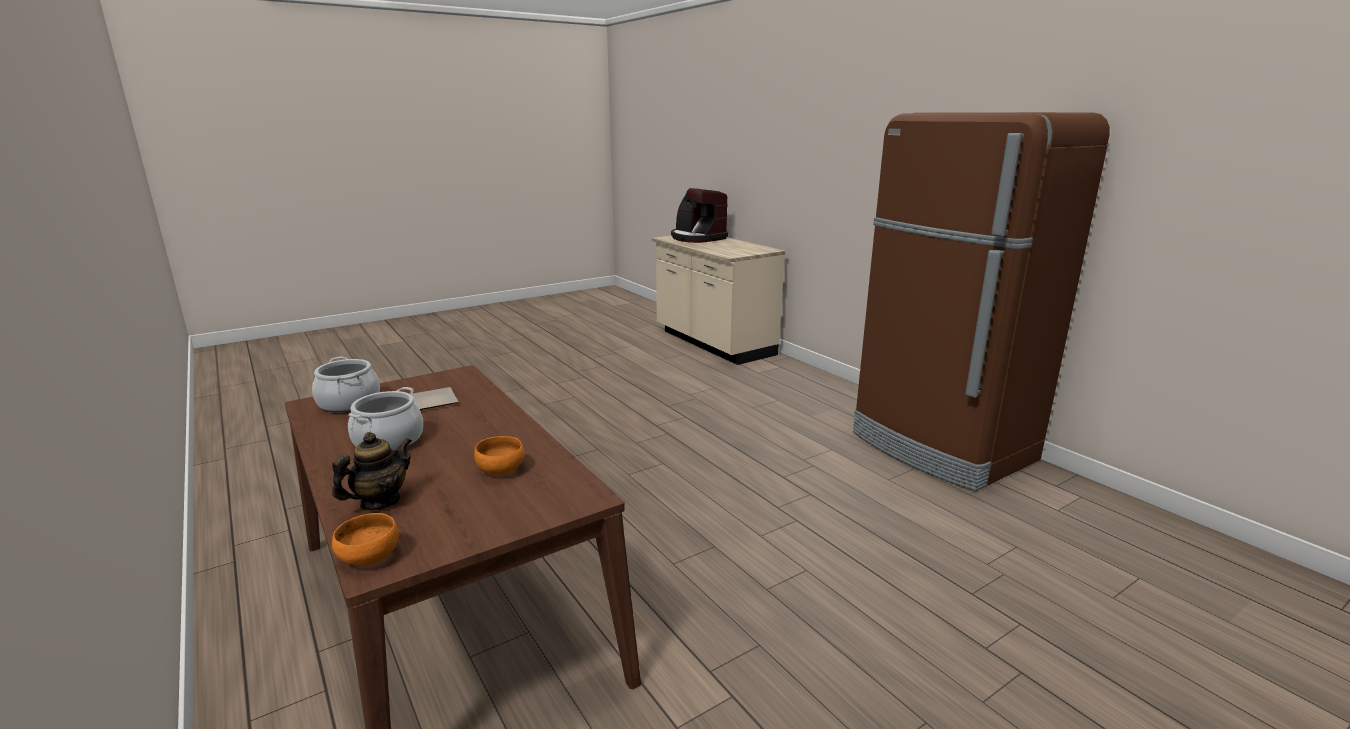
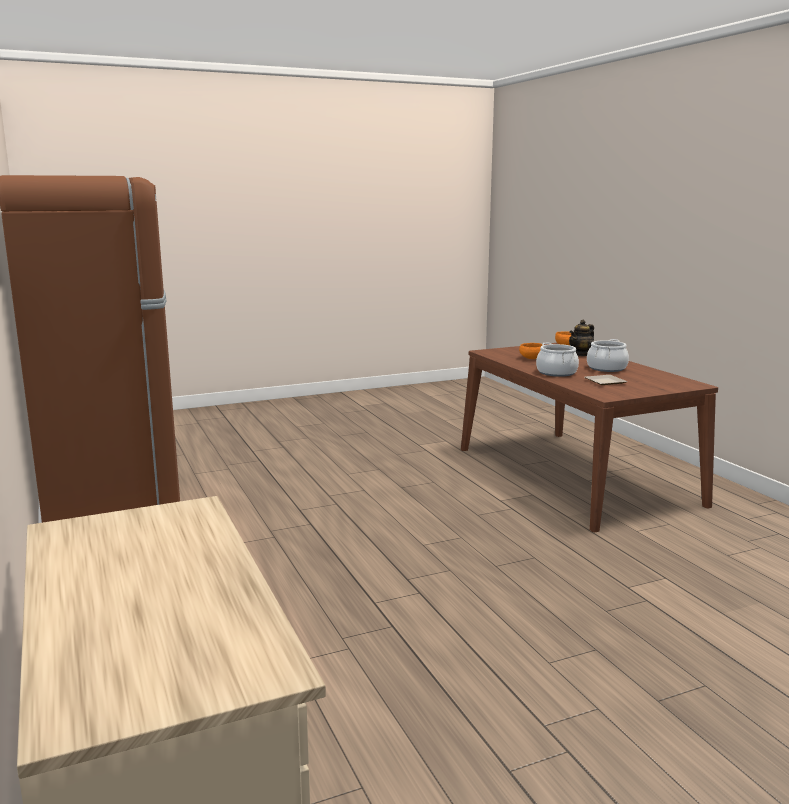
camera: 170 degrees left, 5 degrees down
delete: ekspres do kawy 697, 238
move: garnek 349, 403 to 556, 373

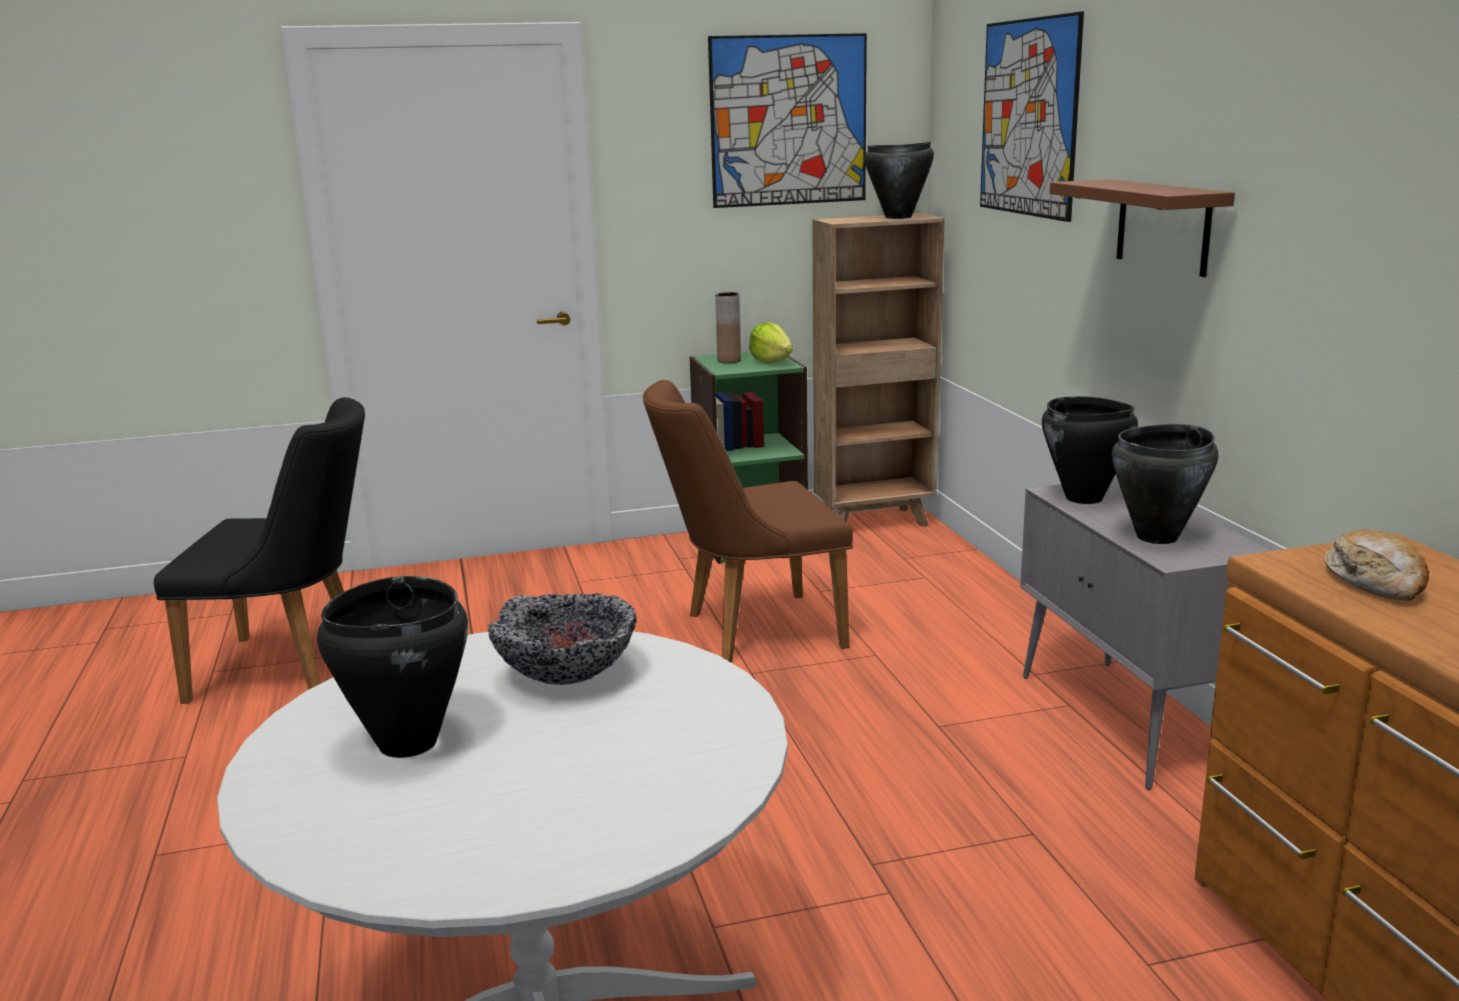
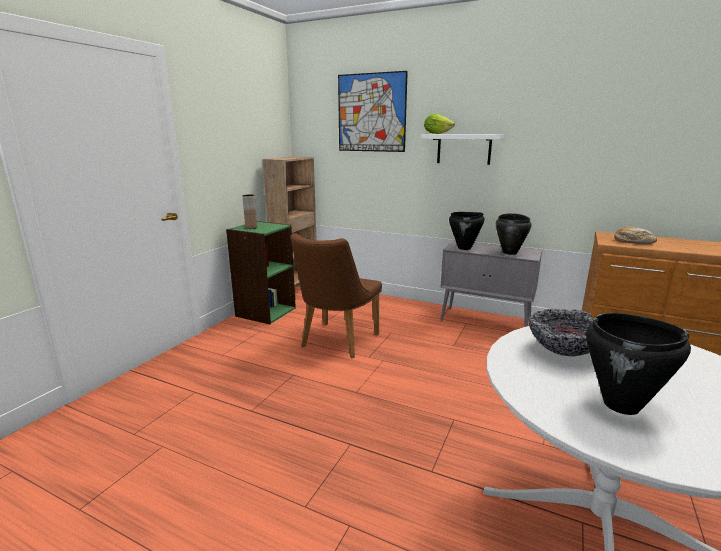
camera: 50 degrees left, 0 degrees up
delete: obraz 789, 121; garnek (czarny) 898, 217; krzesło (czarny) 294, 668
move: sałata 771, 361 to 436, 134
recolor: półka (brązowy) 1163, 226 to półka (biały) 464, 149

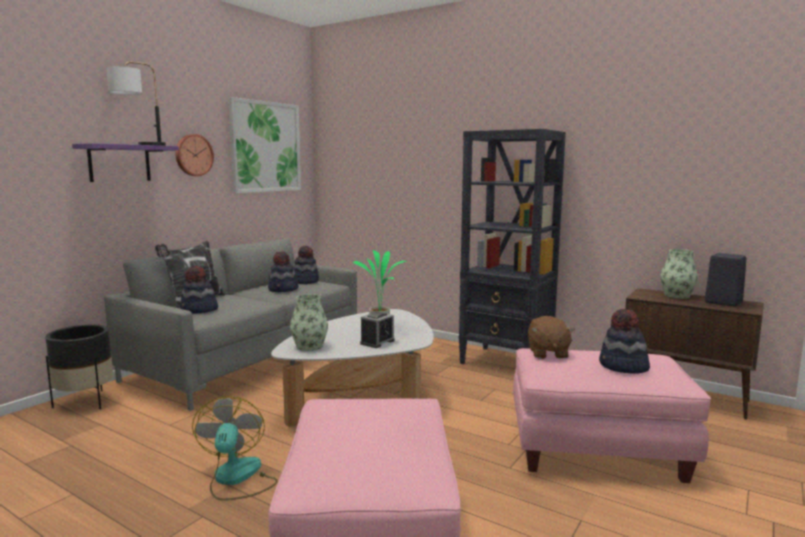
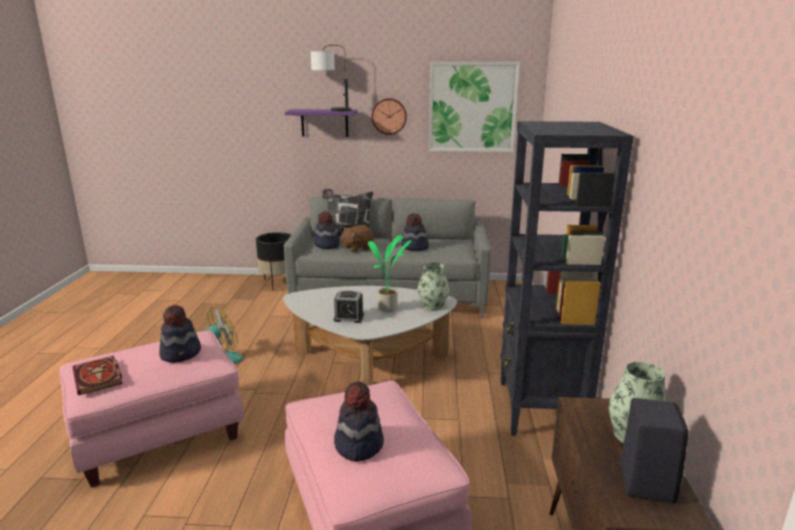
camera: 60 degrees right, 10 degrees up
insert: książka 99, 377
move: kapelusz 305, 281 to 181, 353; wazon 309, 346 to 432, 306; pluszak (brązowy) 547, 353 to 357, 248

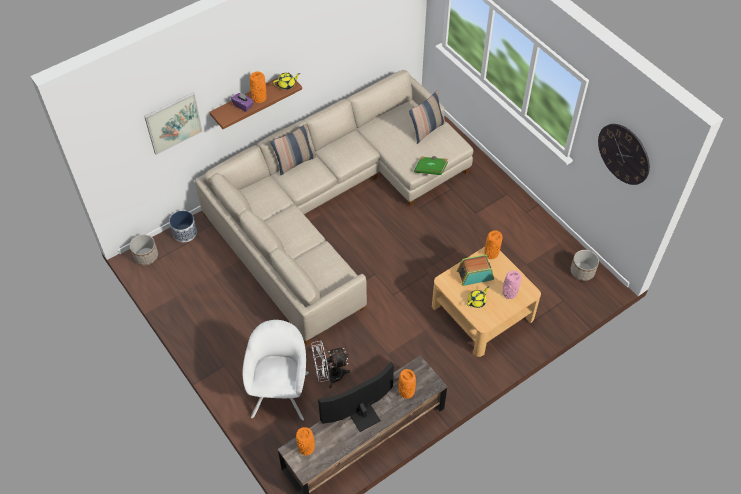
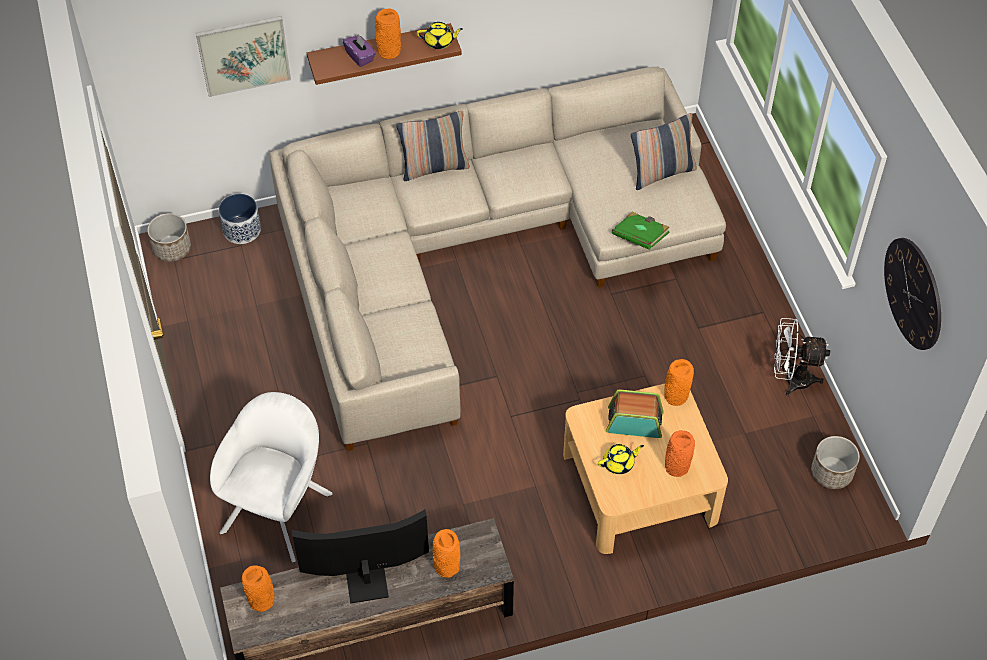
camera: 20 degrees right, 0 degrees up
move: wentylator (biały) 329, 375 to 791, 379
recolor: wazon (różowy) 509, 293 to wazon (pomarańczowy) 676, 466

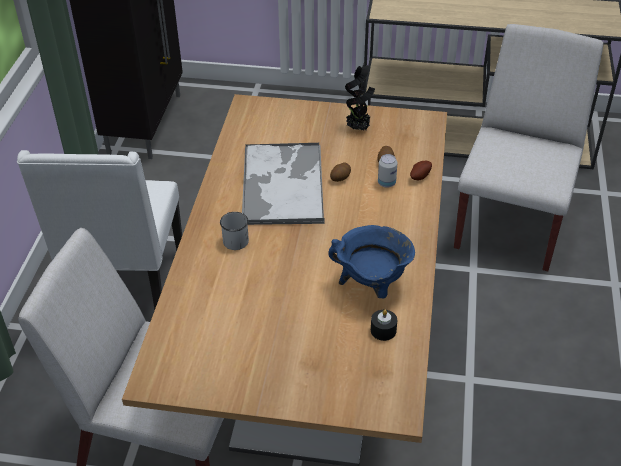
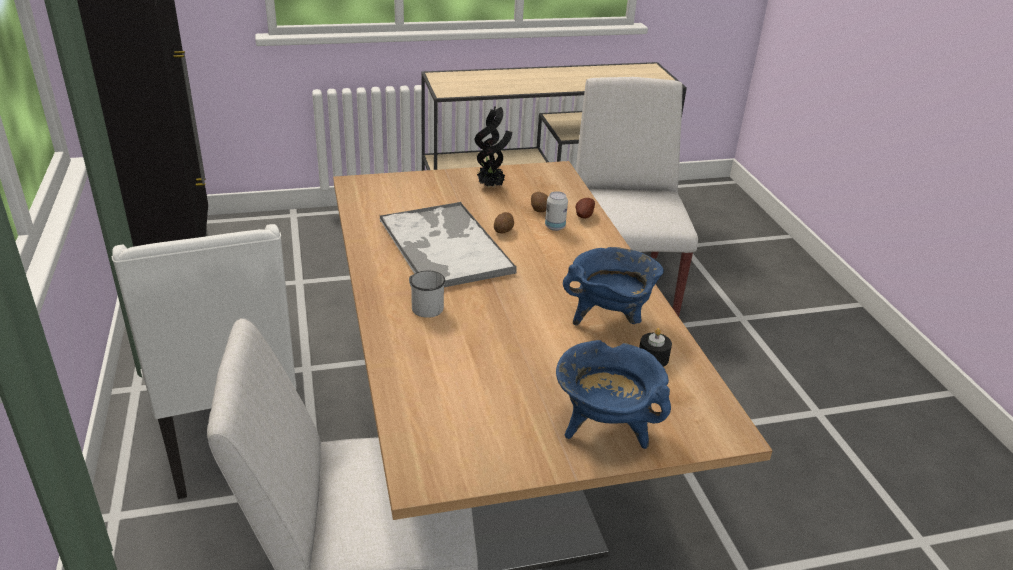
camera: 25 degrees left, 10 degrees down
insert: garnek (niebieski) 605, 428

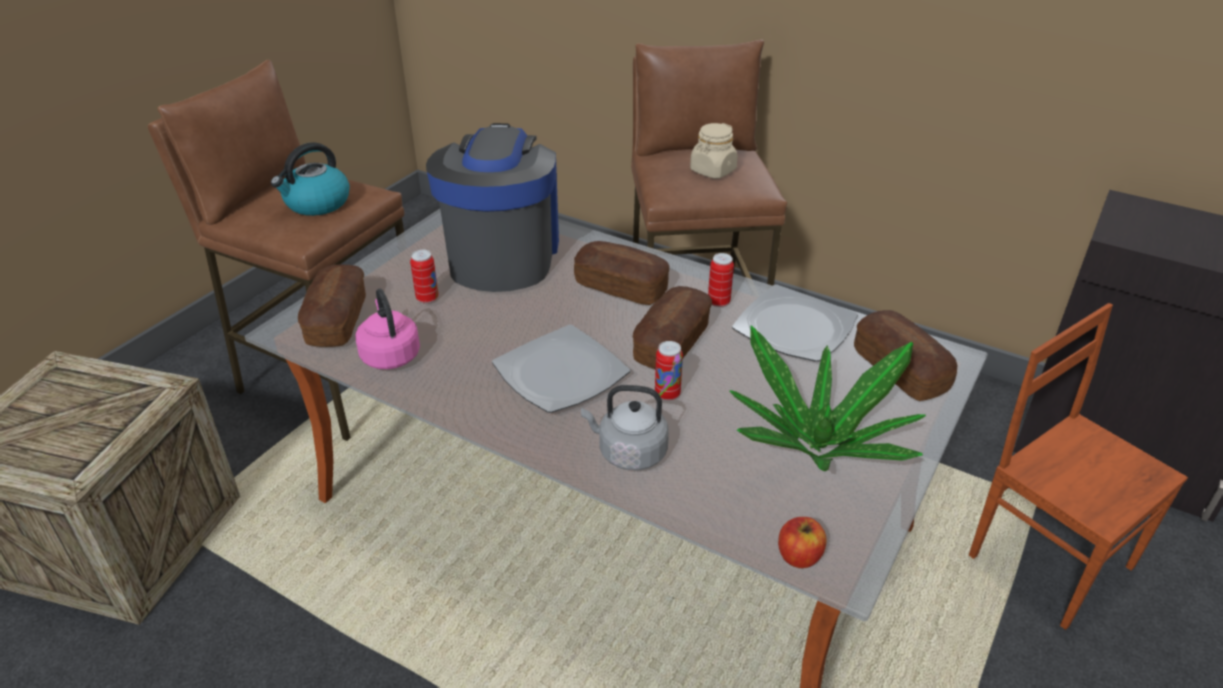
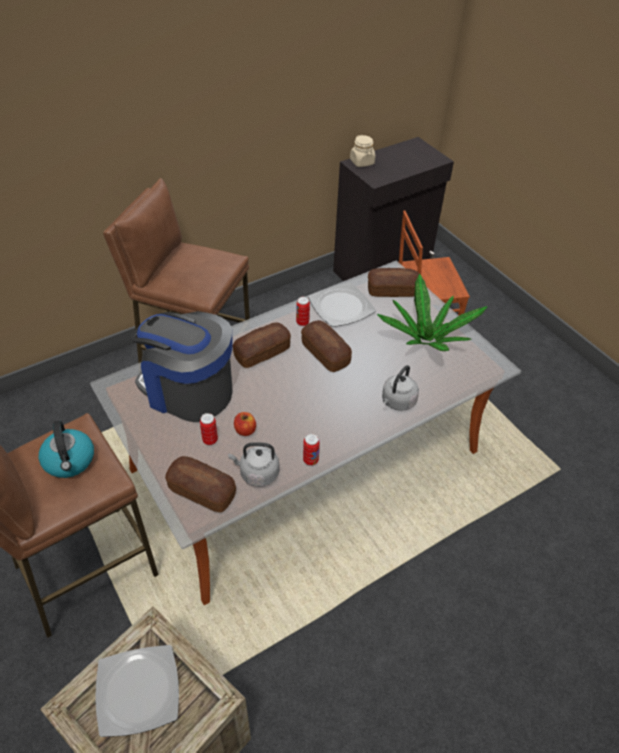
camera: 65 degrees left, 10 degrees up
move: słoik (beżowy) 712, 171 to 362, 162; talerz 561, 372 to 137, 690; puszka 667, 394 to 310, 460; jabłko 799, 556 to 245, 430
recolor: czajnik (różowy) 390, 355 to czajnik (szary) 257, 473

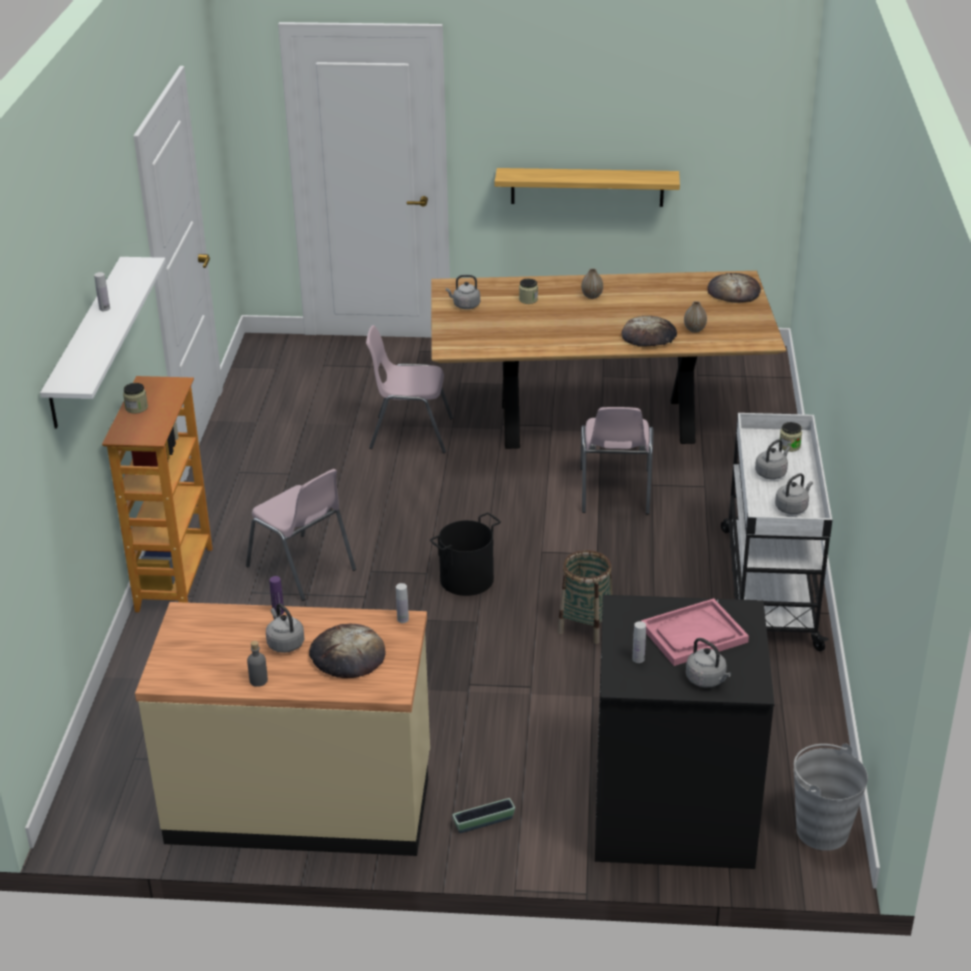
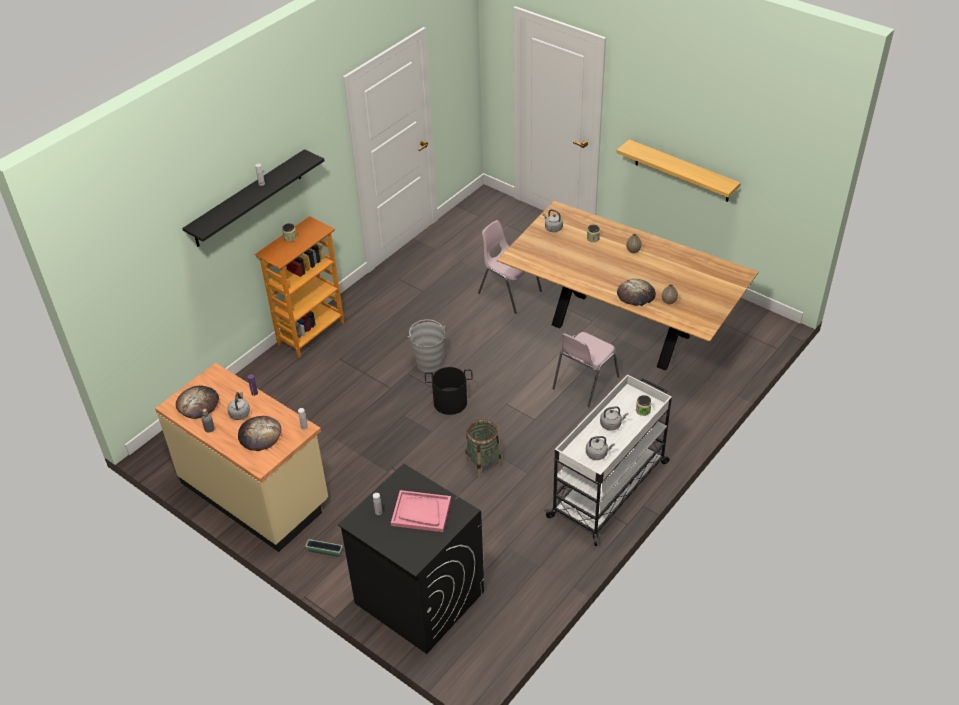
camera: 35 degrees right, 10 degrees up
delete: krzesło (różowy) 302, 569; czajnik (szary) 707, 680
move: chleb 733, 291 to 198, 403; wiadro (szary) 821, 831 to 429, 362
recolor: półka (biały) 86, 342 to półka (czarny) 248, 199

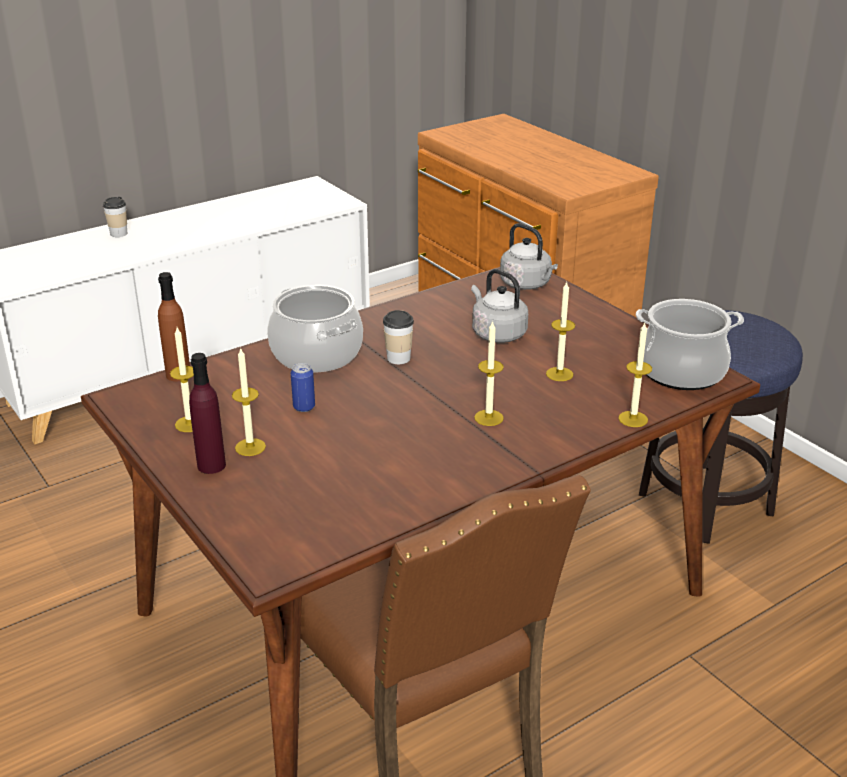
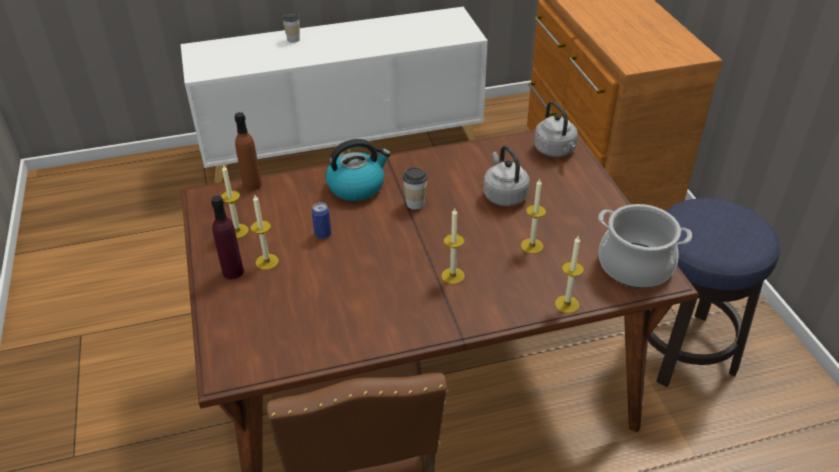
camera: 20 degrees right, 10 degrees up
replace: garnek 316, 354 to czajnik 357, 186

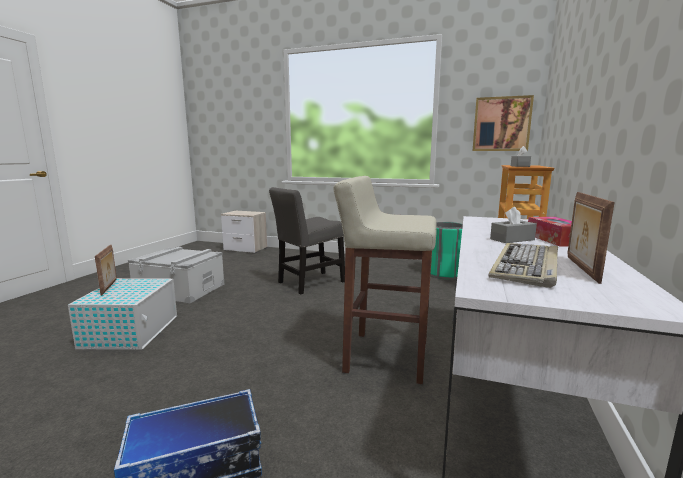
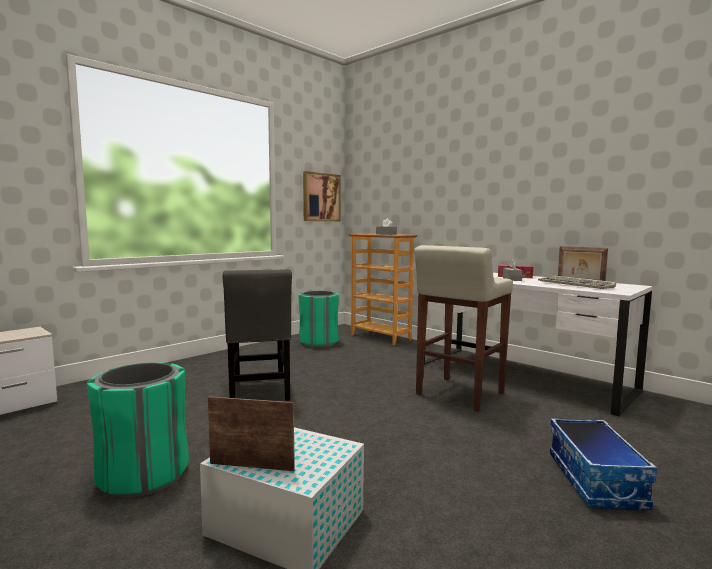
camera: 65 degrees left, 5 degrees down
replace: pojemnik do przechowywania (szary) 180, 289 to kosz na śmieci (zielony) 143, 475

